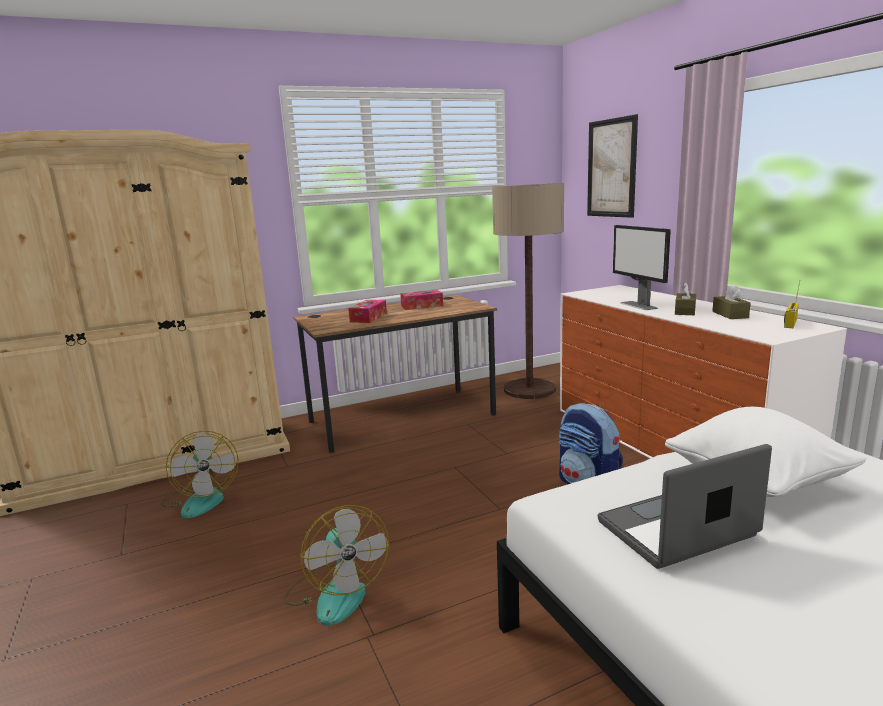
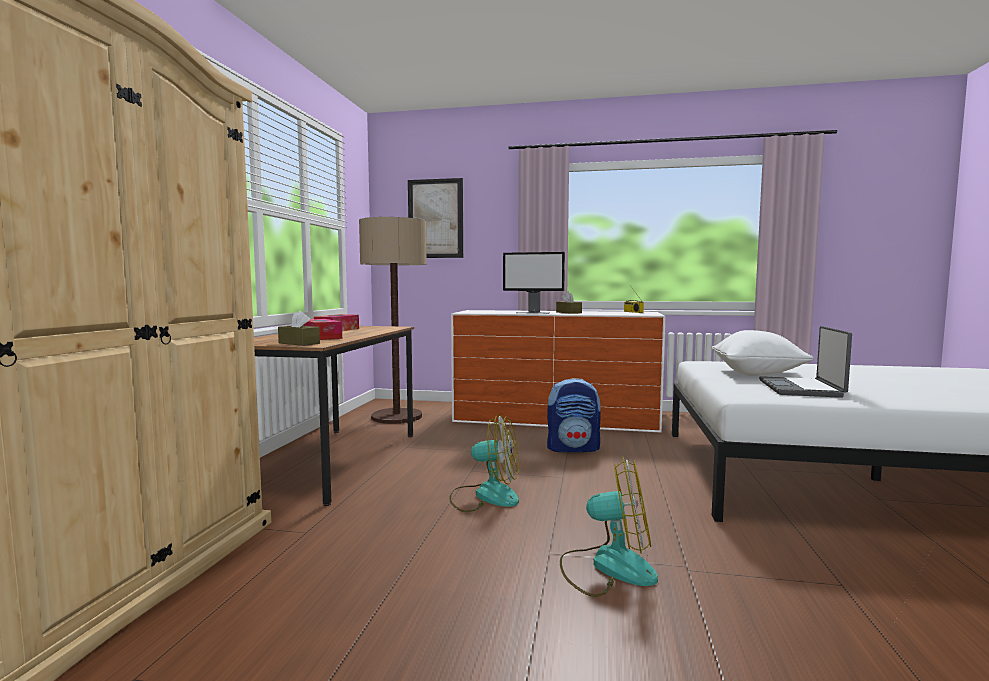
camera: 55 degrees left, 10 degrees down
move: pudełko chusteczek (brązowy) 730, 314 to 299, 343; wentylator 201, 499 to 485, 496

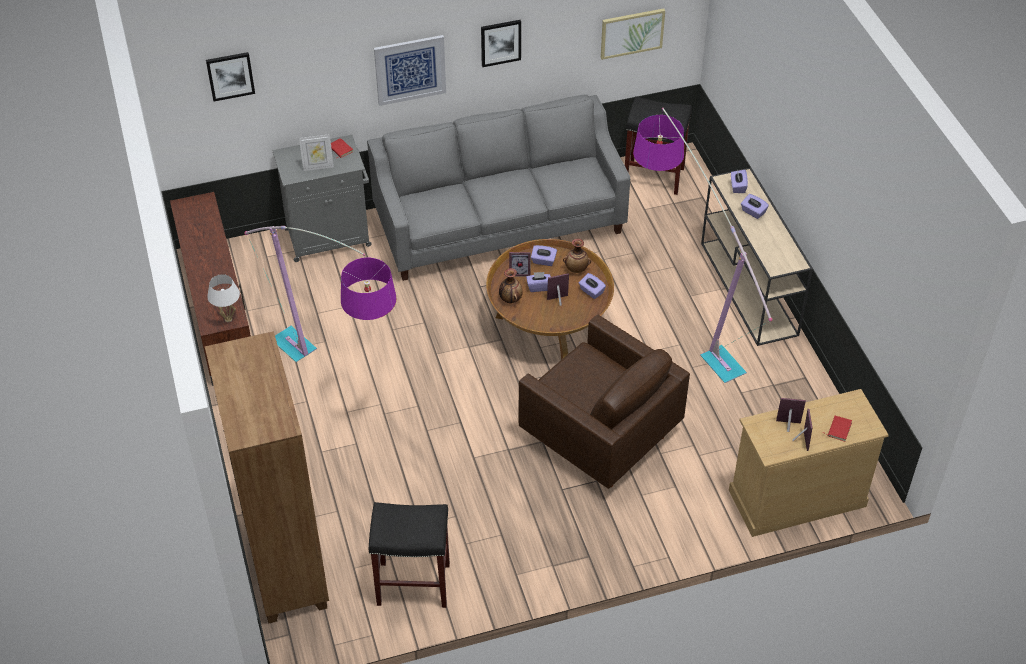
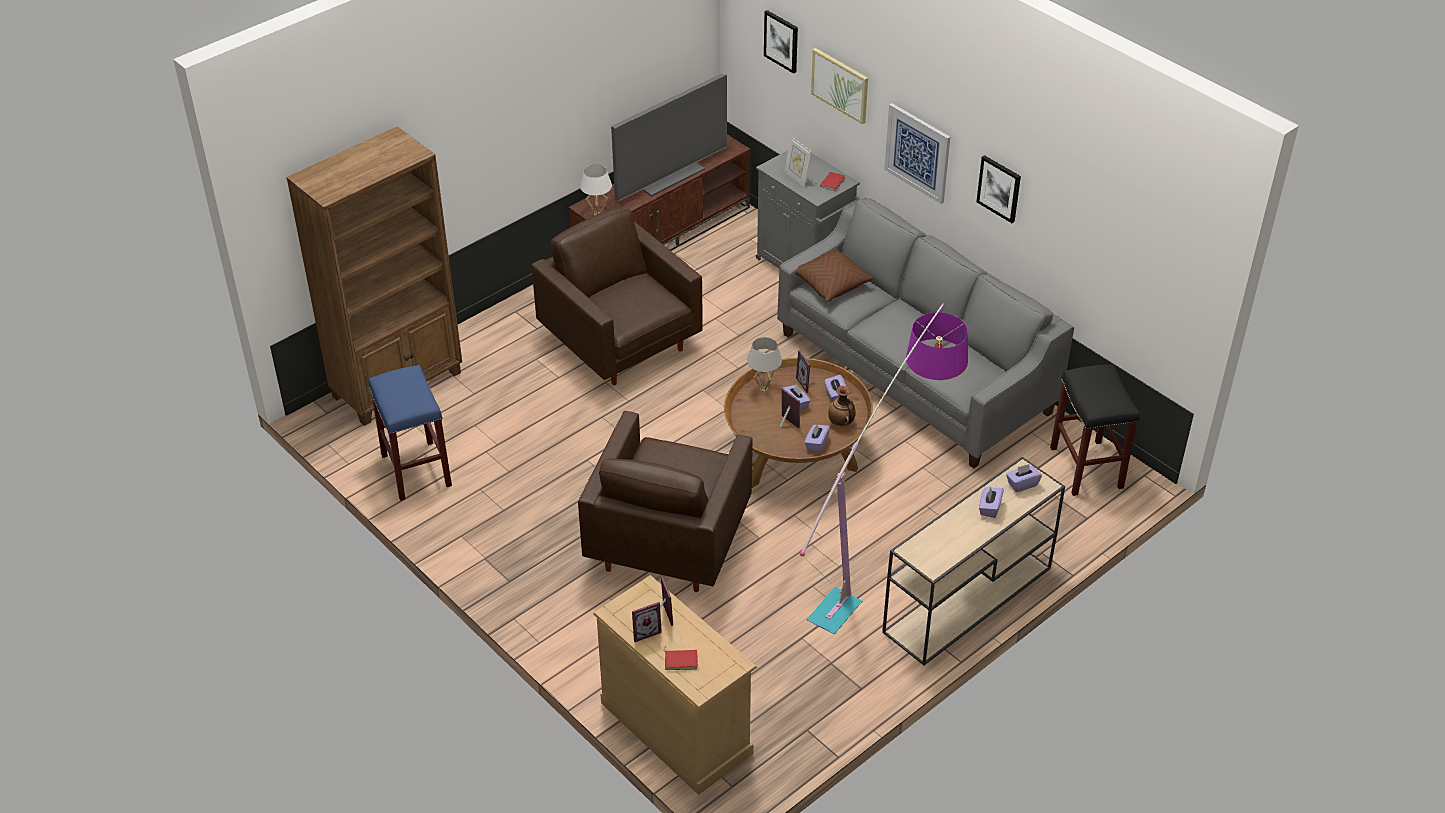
camera: 65 degrees right, 5 degrees down
insert: telewizor 668, 175; poduszka (brązowy) 830, 283
move: obraz 632, 33 to 840, 85
replace: lampa stojąca 340, 386 to fotel (brązowy) 621, 343; wazon 510, 299 to lampa stołowa (biały) 763, 389
recolor: stołek (czarny) 414, 583 to stołek (niebieski) 417, 471

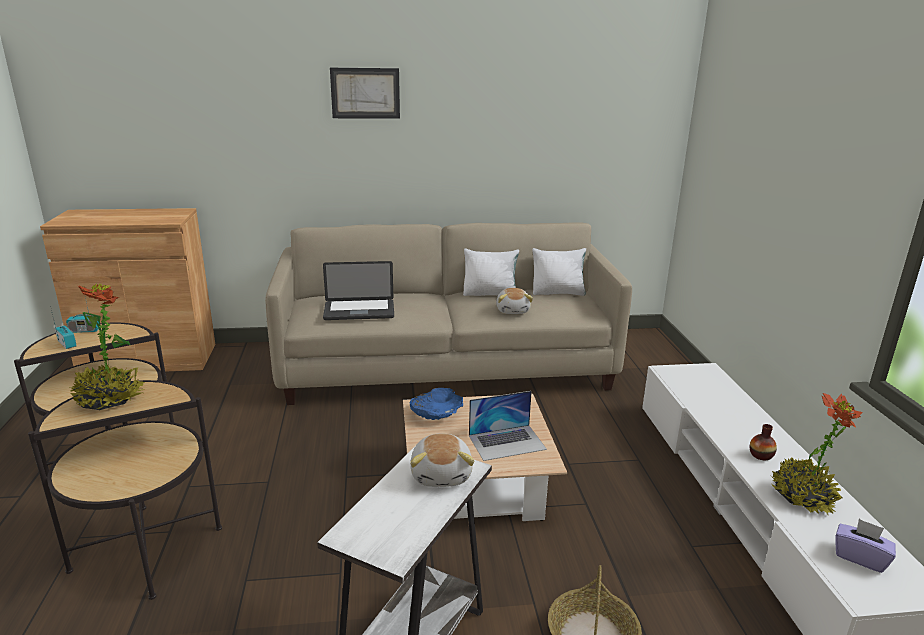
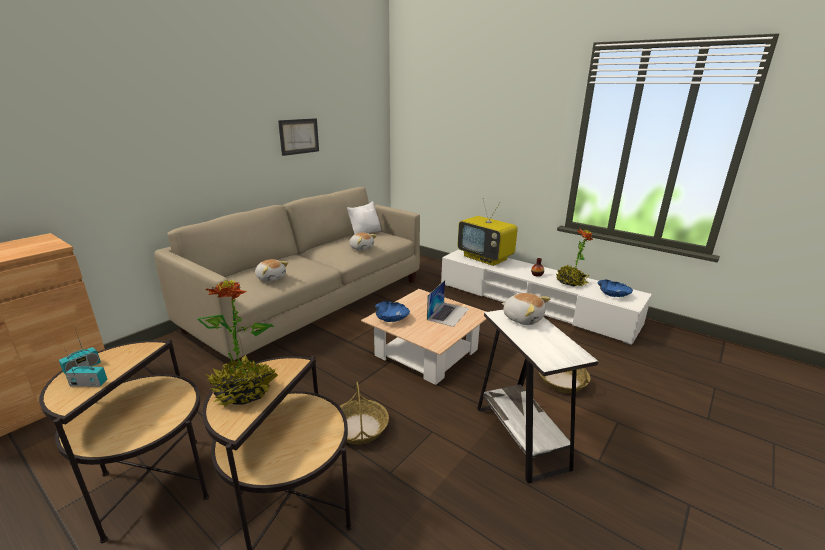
camera: 45 degrees left, 0 degrees up
delete: poduszka (biały) 490, 294
insert: telewizor 486, 258; koszyk 359, 428
move: obraz 365, 93 to 299, 136
replace: laptop 359, 311 to pluszak 271, 278; pudełko chusteczek (fioletowy) 860, 557 to miska (niebieski) 613, 293

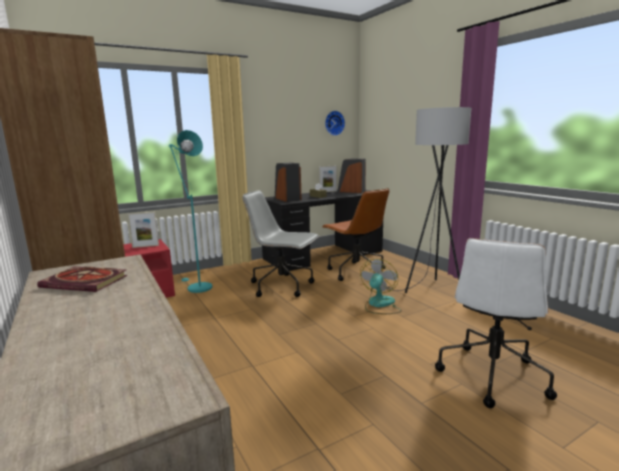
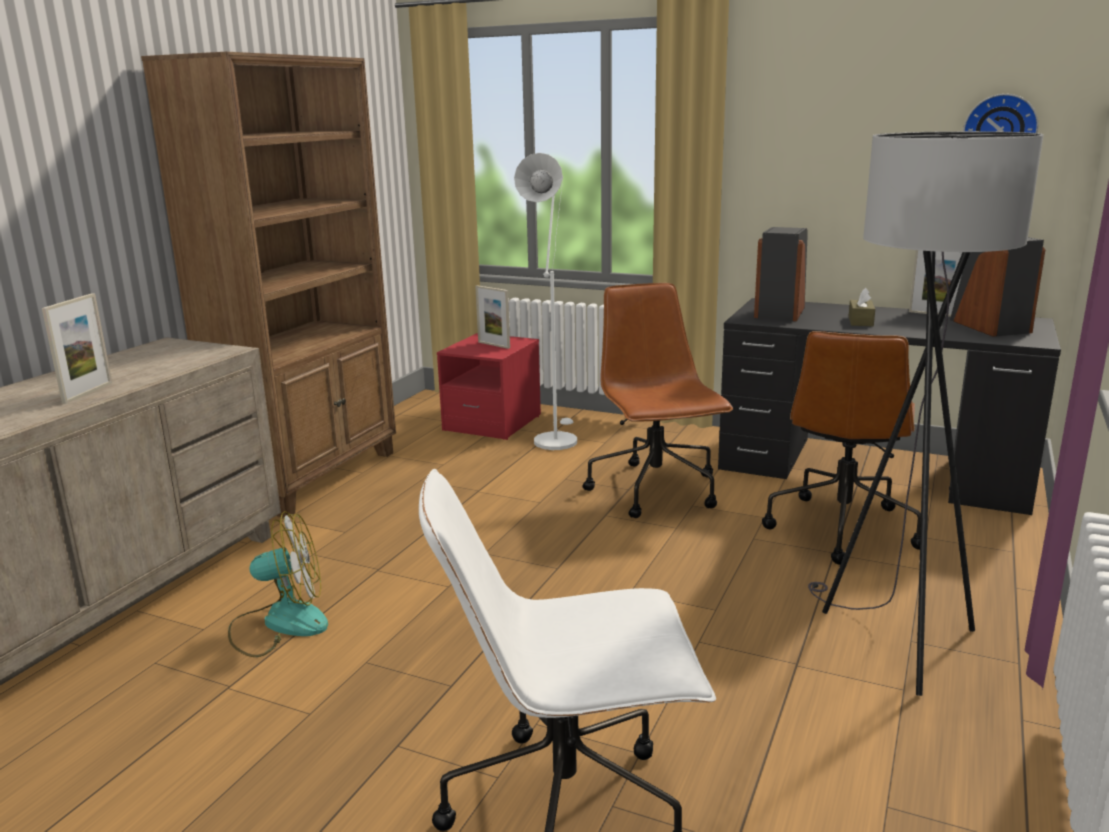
camera: 55 degrees right, 5 degrees up
delete: książka 87, 282
insert: ramka na zdjęcie 88, 393
move: wentylator 379, 305 to 280, 623
recolor: lampa stojąca (turkusowy) 196, 287 to lampa stojąca (biały) 555, 438; krzesło biurowe (szary) 282, 286 to krzesło biurowe (brązowy) 656, 491

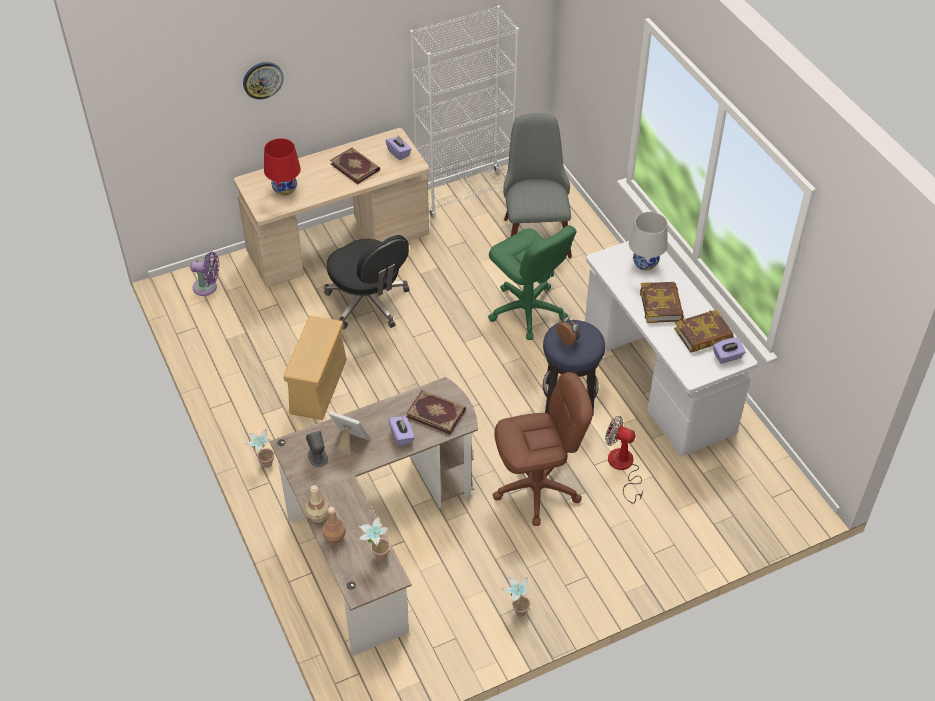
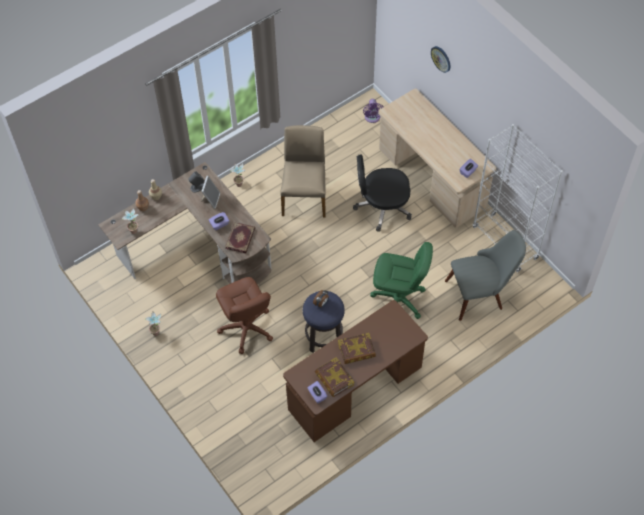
camera: 80 degrees right, 10 degrees up
delete: lampa stołowa (czerwony) 285, 189; książka 355, 167; lampa stołowa (biały) 645, 263; wentylator 623, 467
replace: pojemnik do przechowywania (beżowy) 318, 385 to krzesło (beżowy) 304, 195
recolor: biurko (biały) 657, 378 to biurko (brązowy) 355, 389
rotate: krzesło biurowe (zielony) 527, 311 = 398, 300 120 degrees counterclockwise; krzesło biurowe (czarny) 368, 303 = 382, 207 45 degrees clockwise

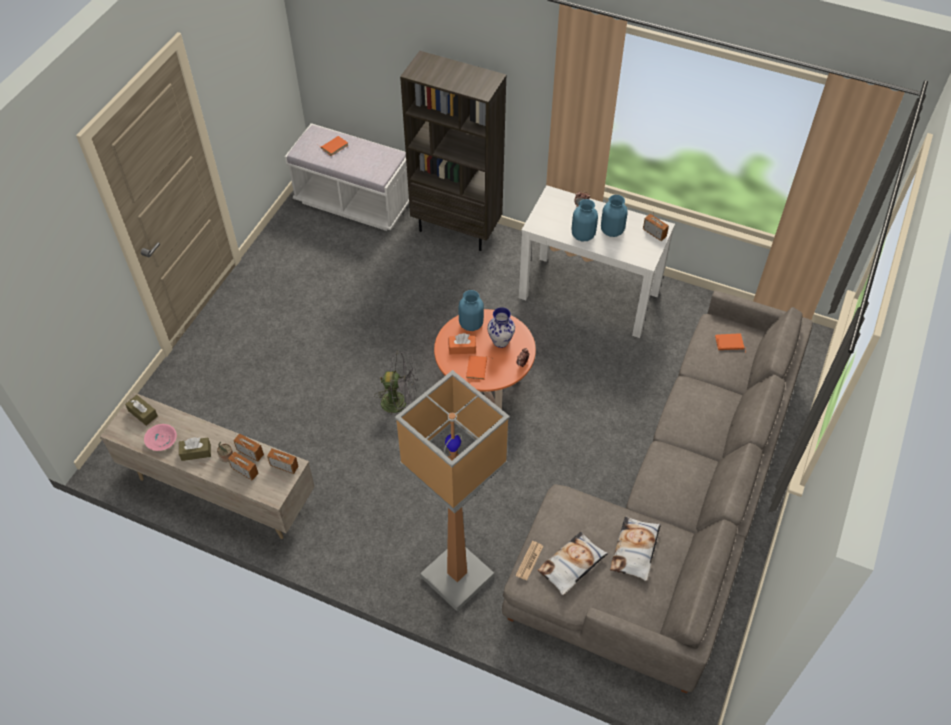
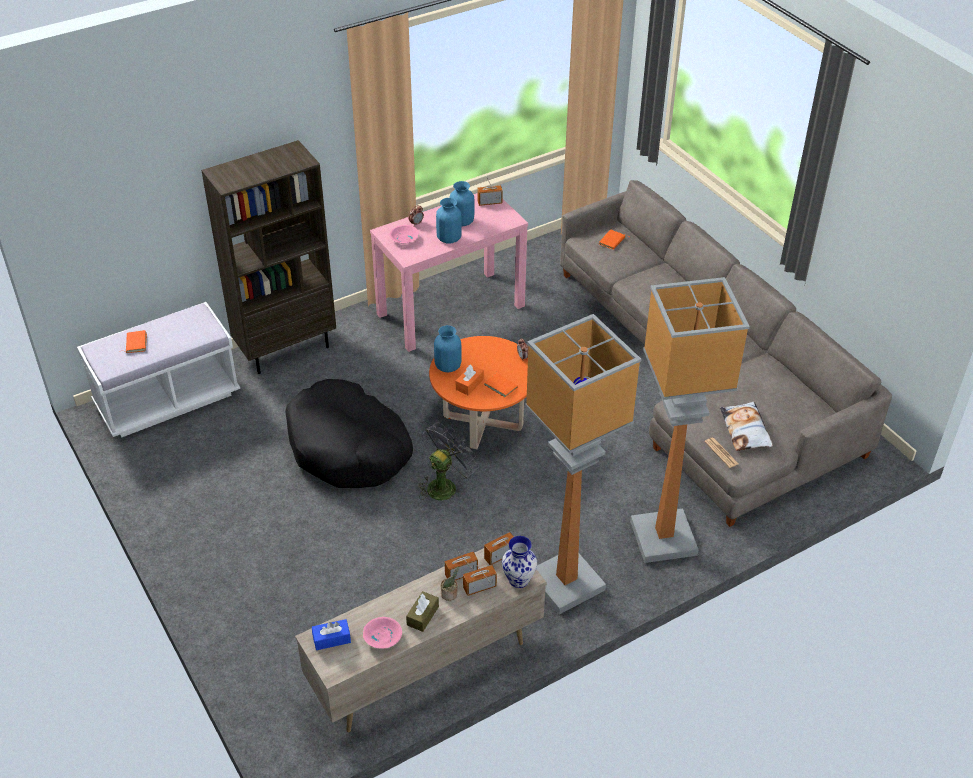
camera: 55 degrees left, 10 degrees down
delete: poduszka 635, 550
insert: miska (różowy) 405, 239; lampa stojąca 565, 584; legowisko (czarny) 349, 448
move: wazon 500, 341 to 519, 580
recolor: stolik konsolowy (biały) 589, 295 to stolik konsolowy (różowy) 451, 310; pudełko chusteczek (brązowy) 143, 413 to pudełko chusteczek (niebieski) 331, 639

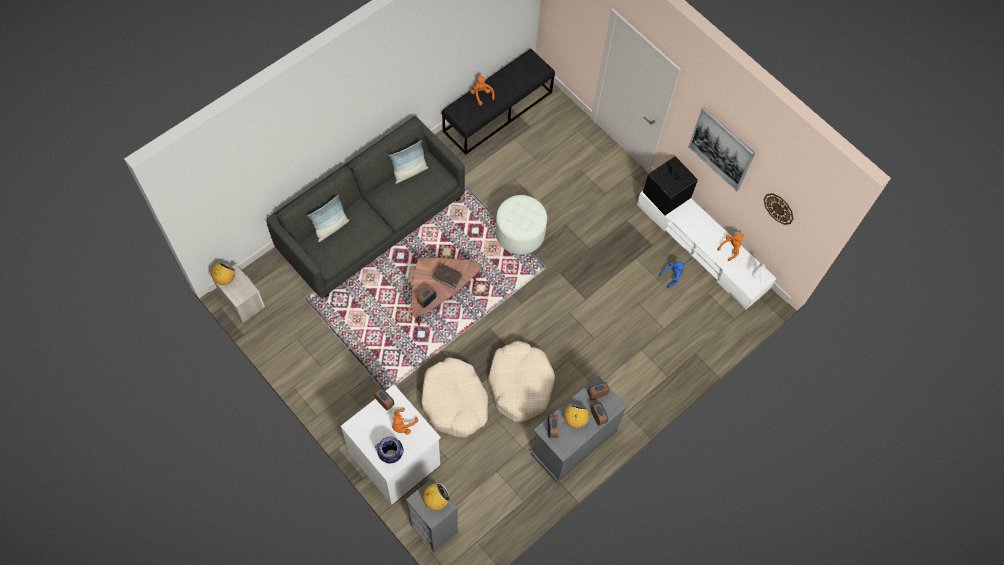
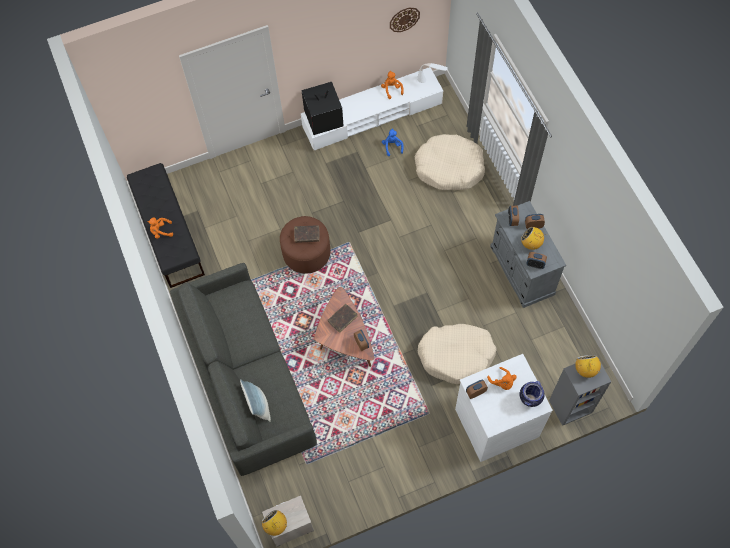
camera: 65 degrees left, 0 degrees up
delete: obraz 721, 149; poduszka 409, 172
insert: książka (brązowy) 307, 235
move: legowisko (beżowy) 520, 384 to 449, 168
recolor: pufa (biały) 520, 233 to pufa (brązowy) 306, 252

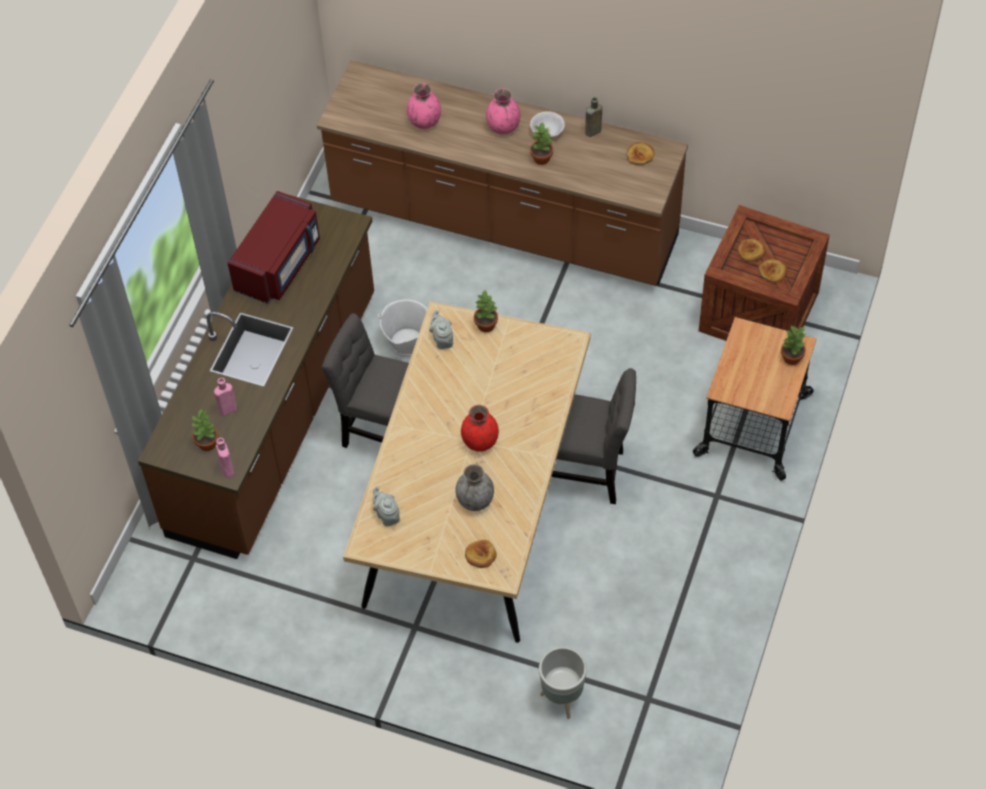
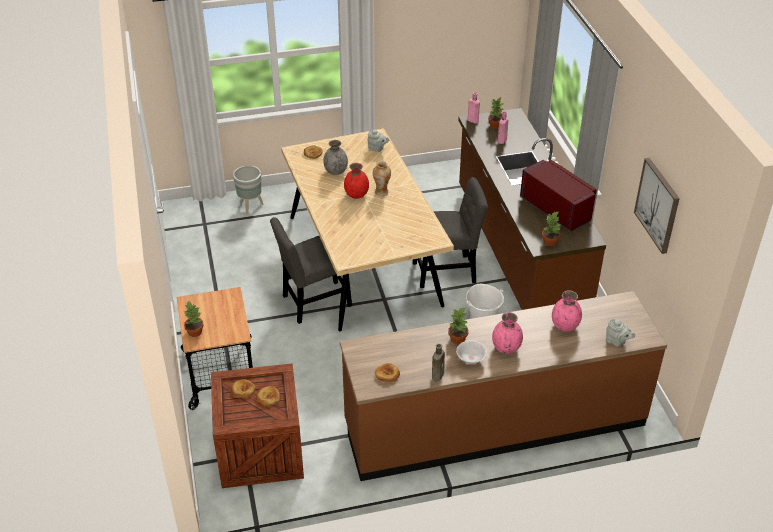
camera: 145 degrees right, 15 degrees down
insert: obraz 658, 205; wazon 381, 192
move: roślina doniczkowa 485, 325 to 550, 242; imbryk (szary) 442, 339 to 617, 342
rotate: mikrofalówka (czerwony) 279, 264 = 557, 209 150 degrees clockwise

